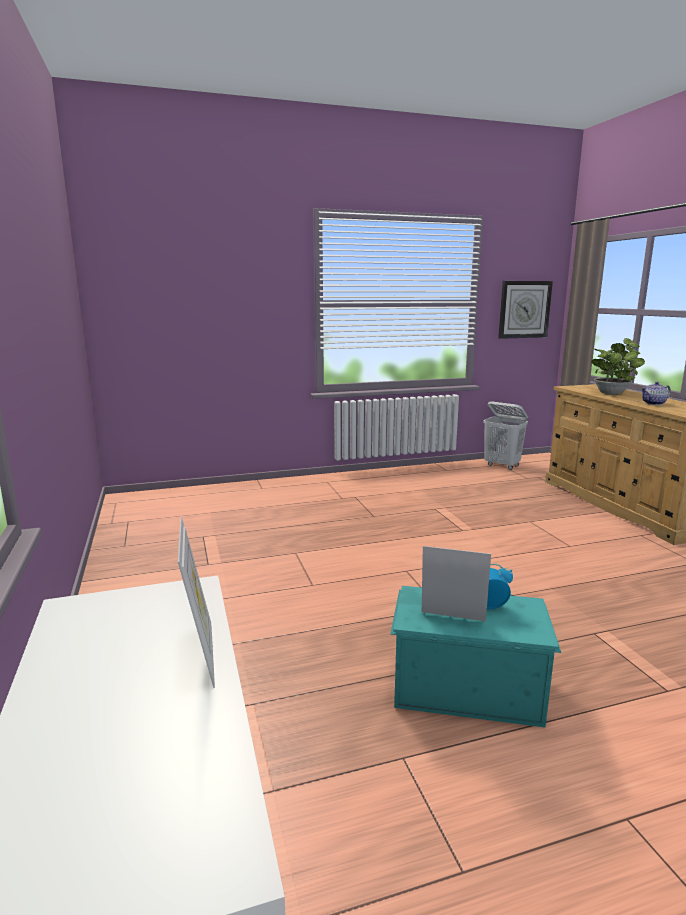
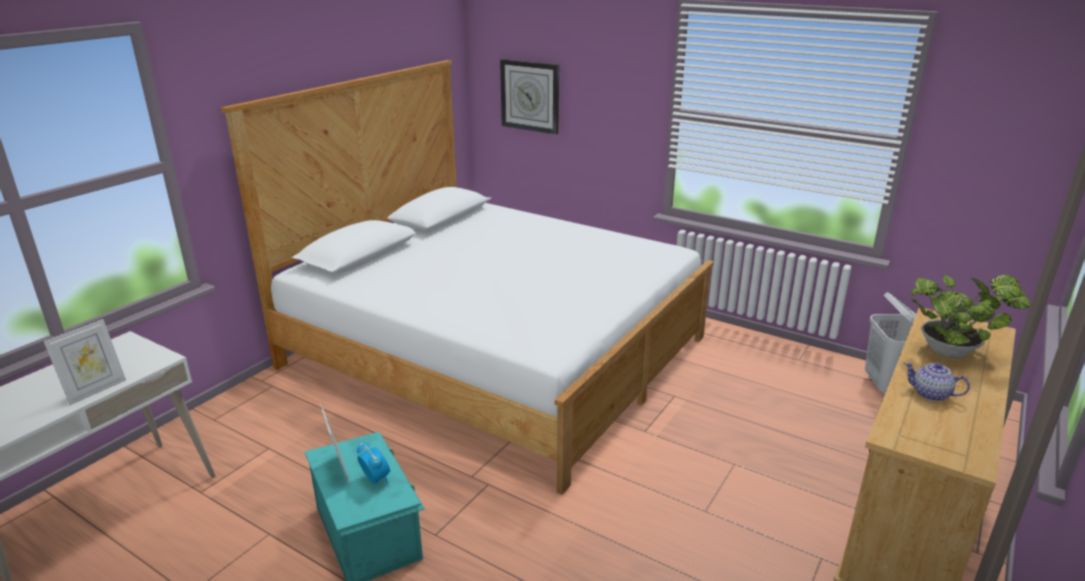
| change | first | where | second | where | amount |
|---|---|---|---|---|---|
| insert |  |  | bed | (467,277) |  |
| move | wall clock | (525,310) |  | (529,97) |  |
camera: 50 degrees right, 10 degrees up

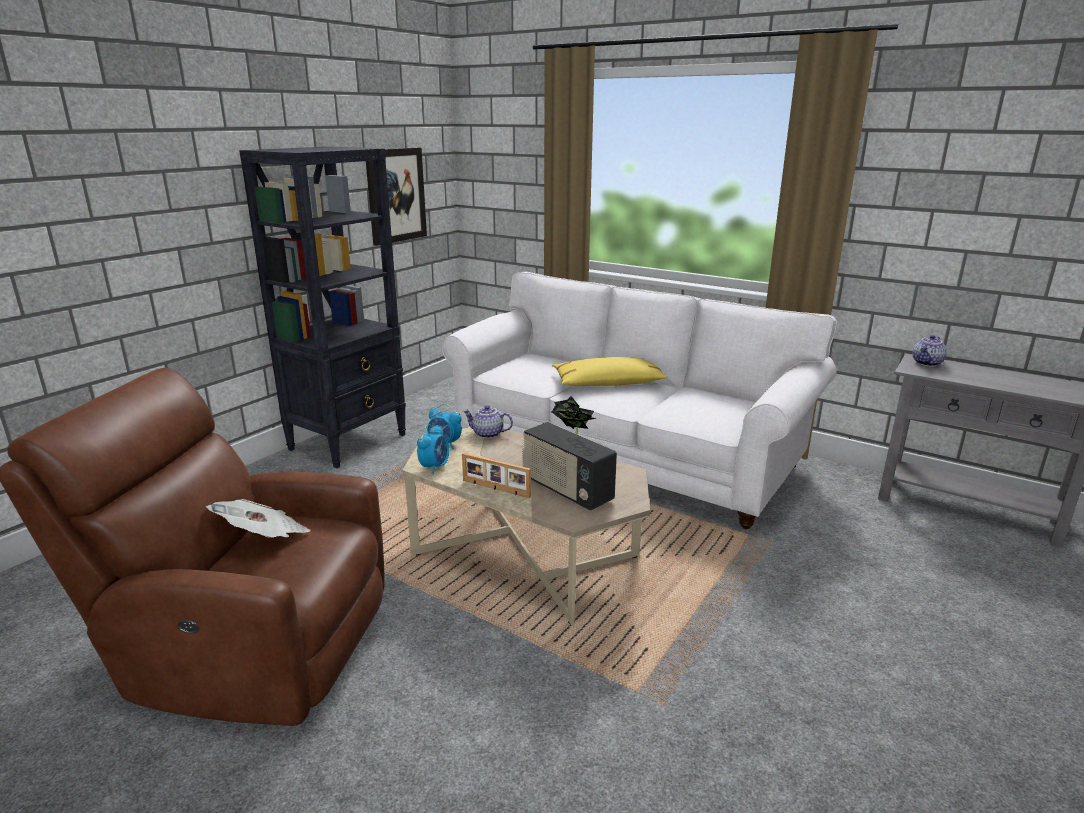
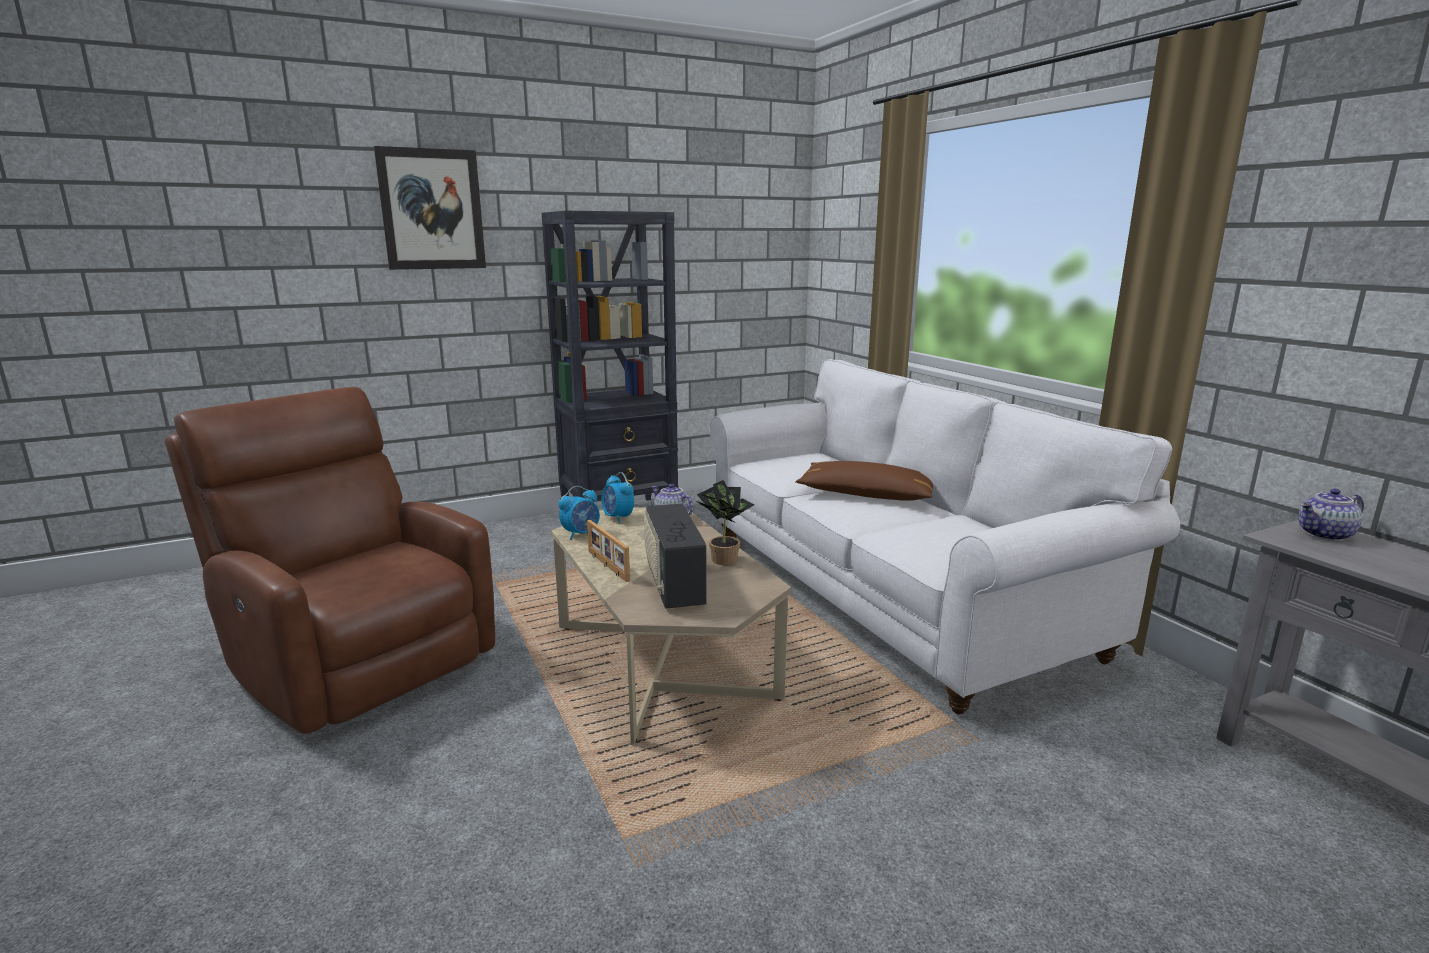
| change | first | where | second | where | amount |
|---|---|---|---|---|---|
| delete | newspaper | (258,518) |  |  |  |
| move | picture | (396,196) |  | (430,208) |  |
| recolor | pillow/yellow | (610,371) | pillow/brown | (864,481) |  |
camera: 30 degrees right, 5 degrees down

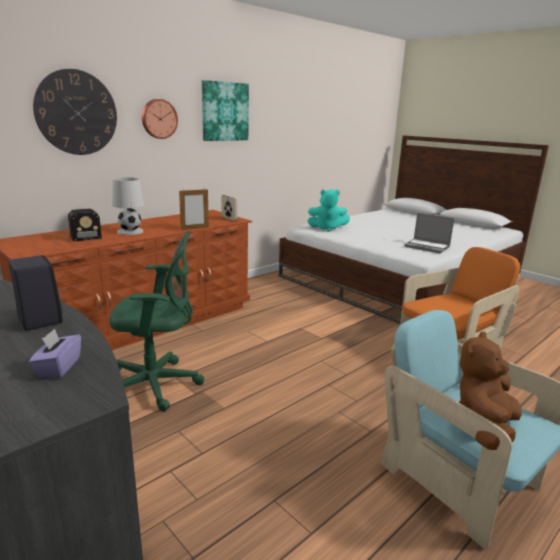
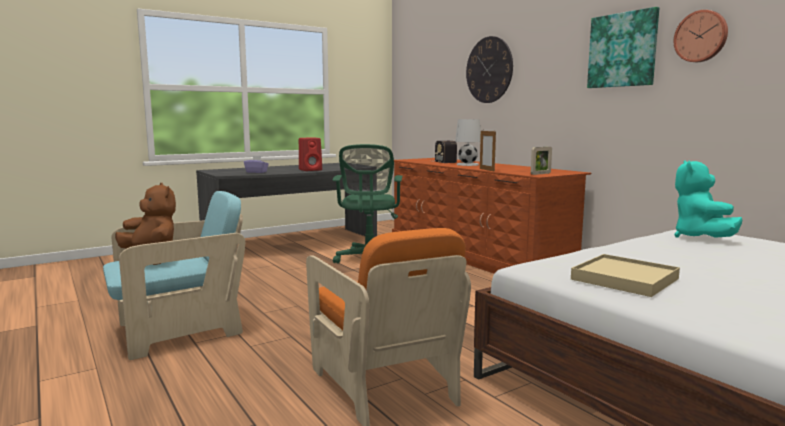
| change | first | where | second | where | amount |
|---|---|---|---|---|---|
| move | wall clock | (160,119) |  | (701,36) |  |
| replace | laptop | (429,233) | tray/beige | (625,275) |  |
| recolor | speaker/black | (35,293) | speaker/red | (310,154) |  |
camera: 100 degrees right, 10 degrees down

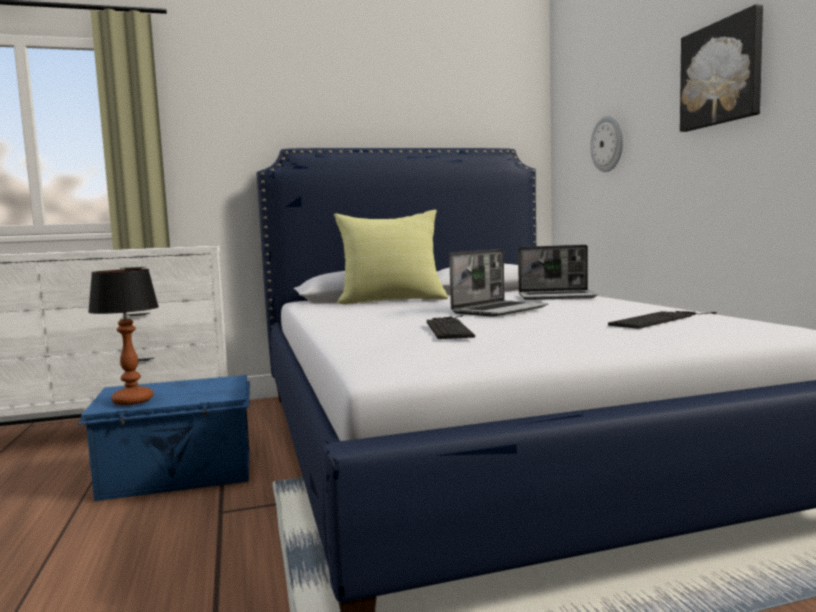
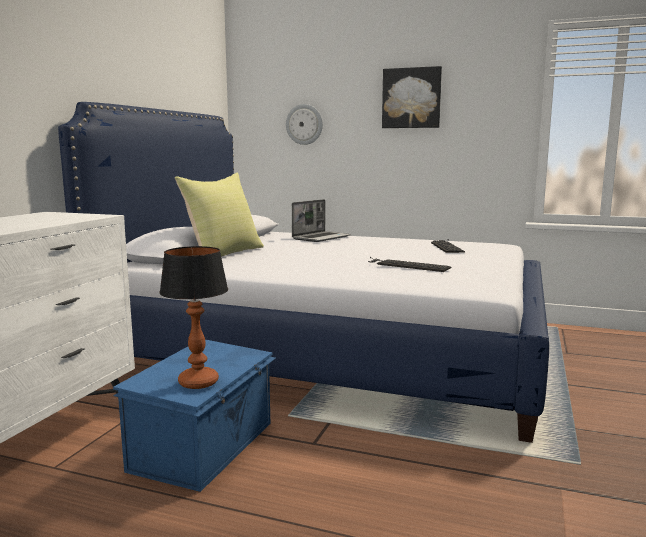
| change | first | where | second | where | amount |
|---|---|---|---|---|---|
| delete | laptop | (498,283) |  |  |  |
camera: 55 degrees left, 5 degrees up

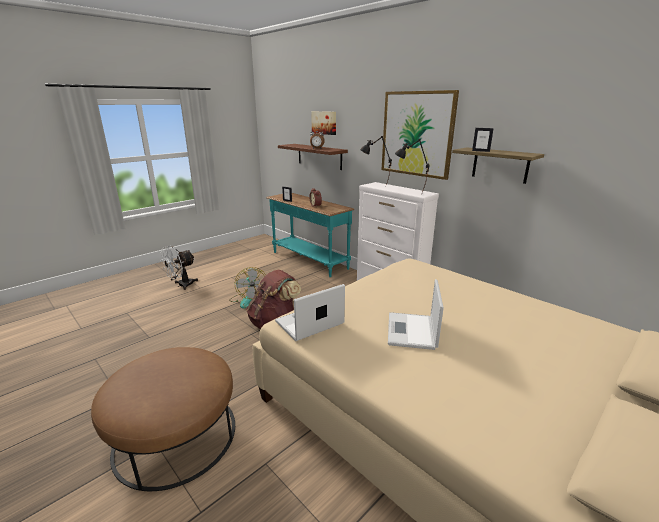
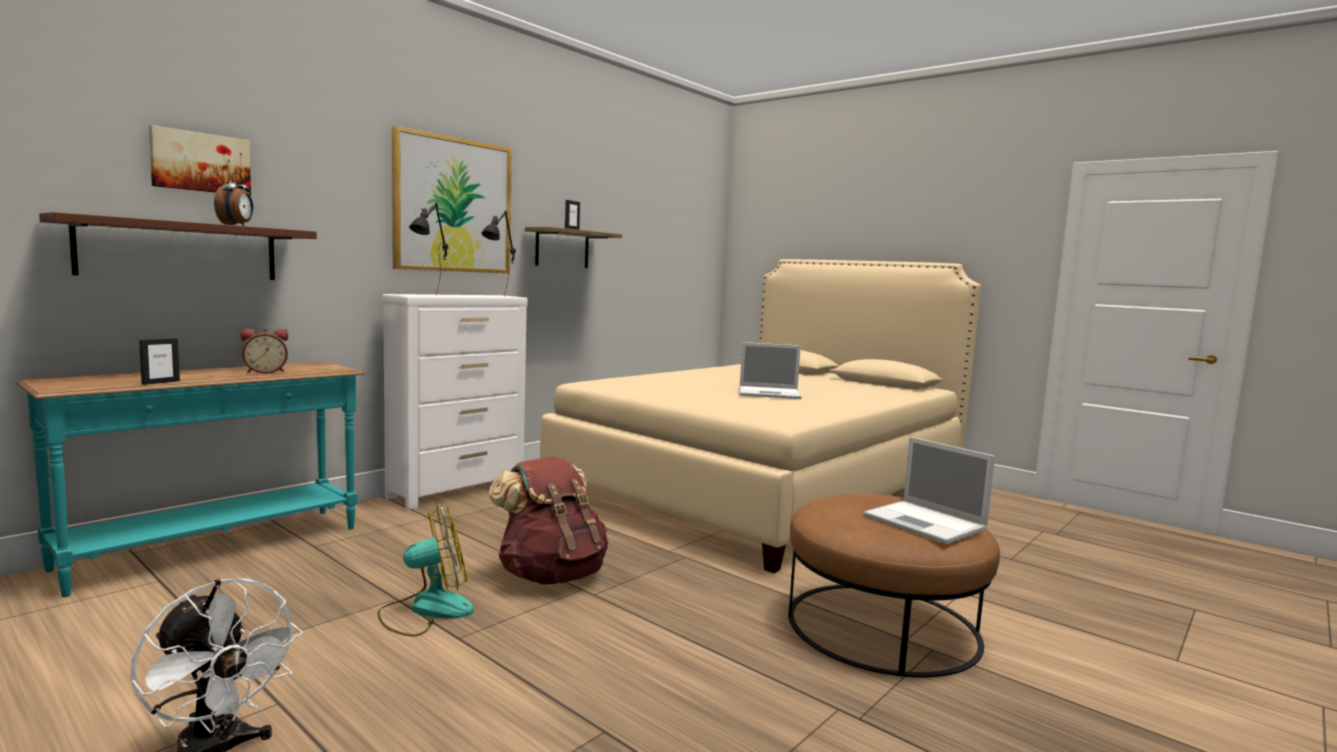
| change | first | where | second | where | amount |
|---|---|---|---|---|---|
| move | laptop | (310,312) |  | (929,490) |  |
camera: 95 degrees left, 15 degrees down

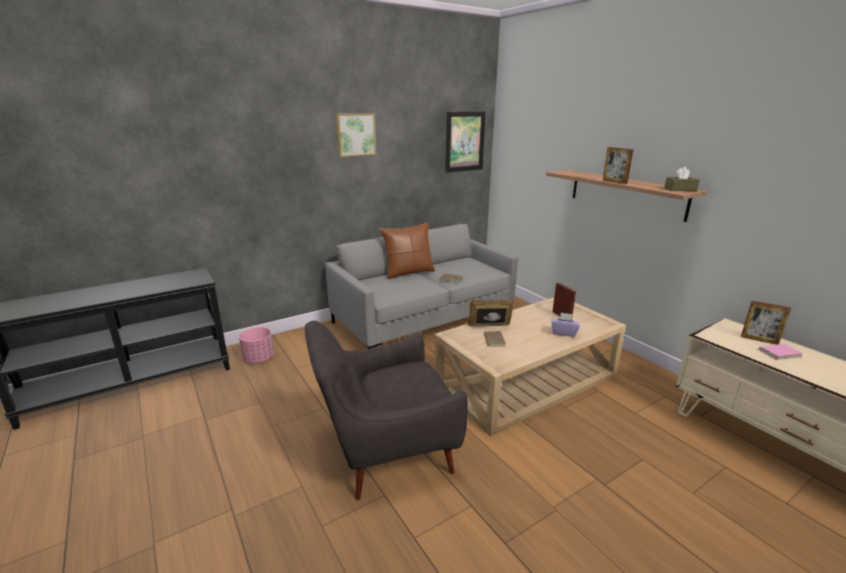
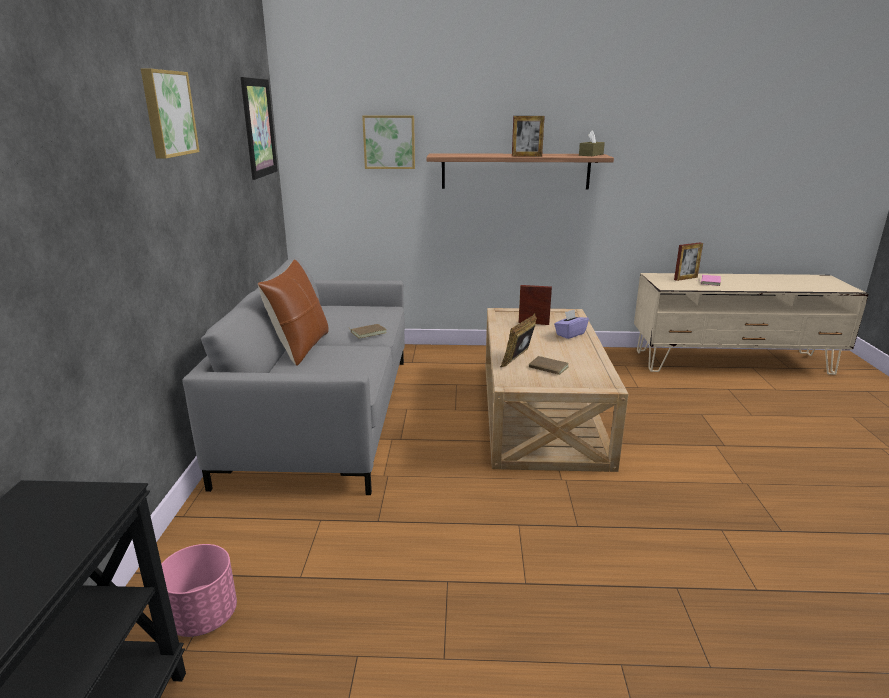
| change | first | where | second | where | amount |
|---|---|---|---|---|---|
| delete | armchair/grey | (386,410) |  |  |  |
| insert |  |  | picture | (388,142) |  |
camera: 55 degrees left, 0 degrees up

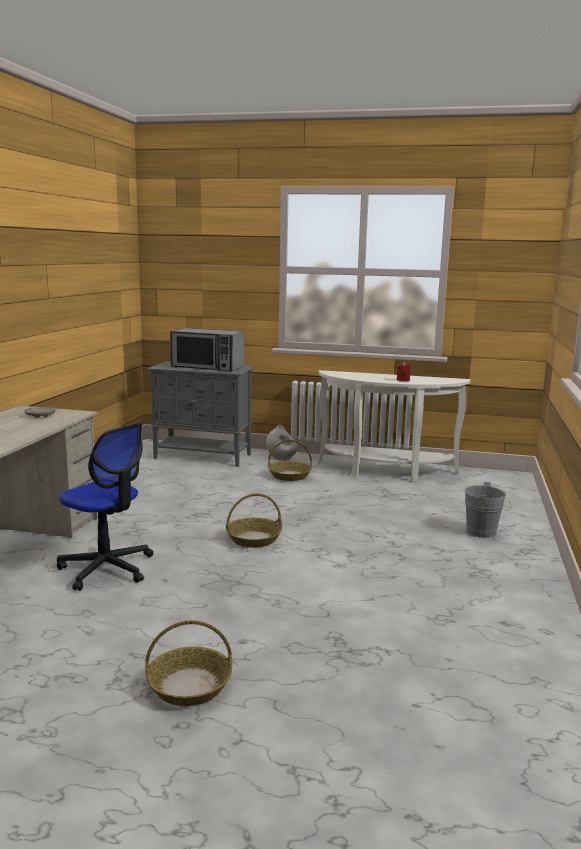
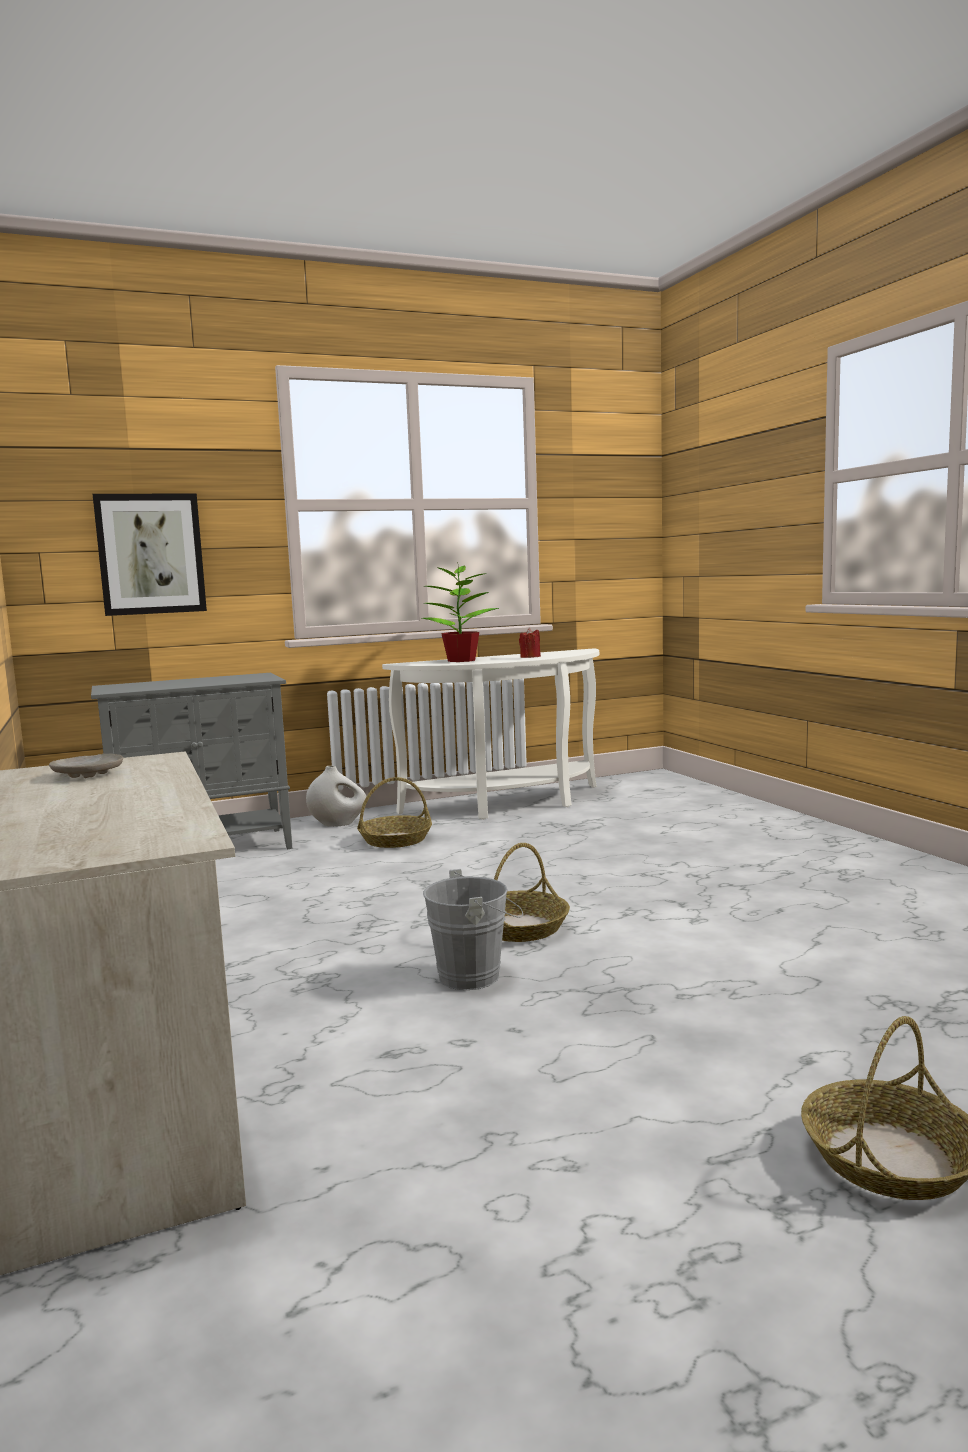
| change | first | where | second | where | amount |
|---|---|---|---|---|---|
| delete | office chair | (105,507) |  |  |  |
| delete | microwave | (207,350) |  |  |  |
| insert |  |  | picture | (150,554) |  |
| insert |  |  | potted plant | (460,612) |  |
| move | bucket/grey | (488,510) |  | (473,929) |  |
camera: 35 degrees left, 5 degrees down

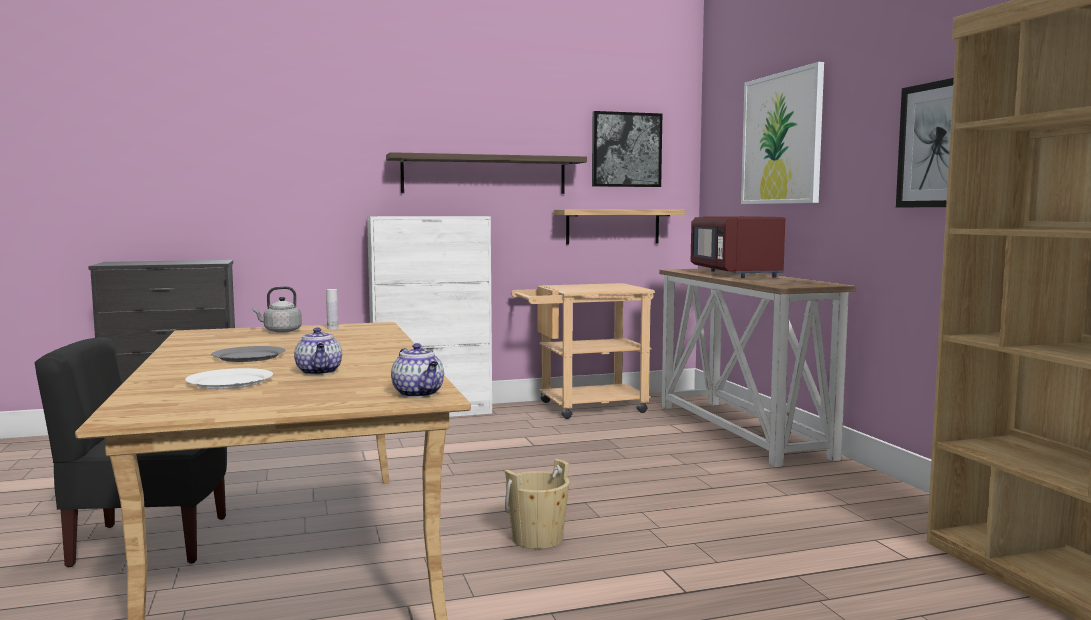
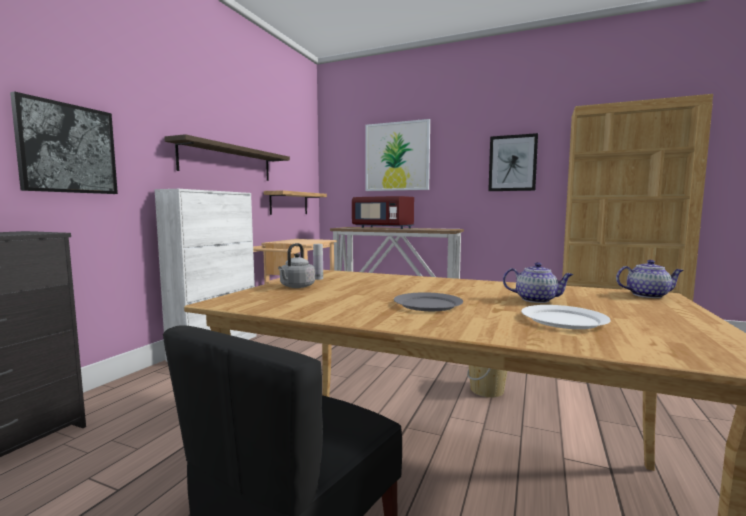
| change | first | where | second | where | amount |
|---|---|---|---|---|---|
| move | picture | (627,149) |  | (64,142) |  |
camera: 50 degrees left, 0 degrees up

